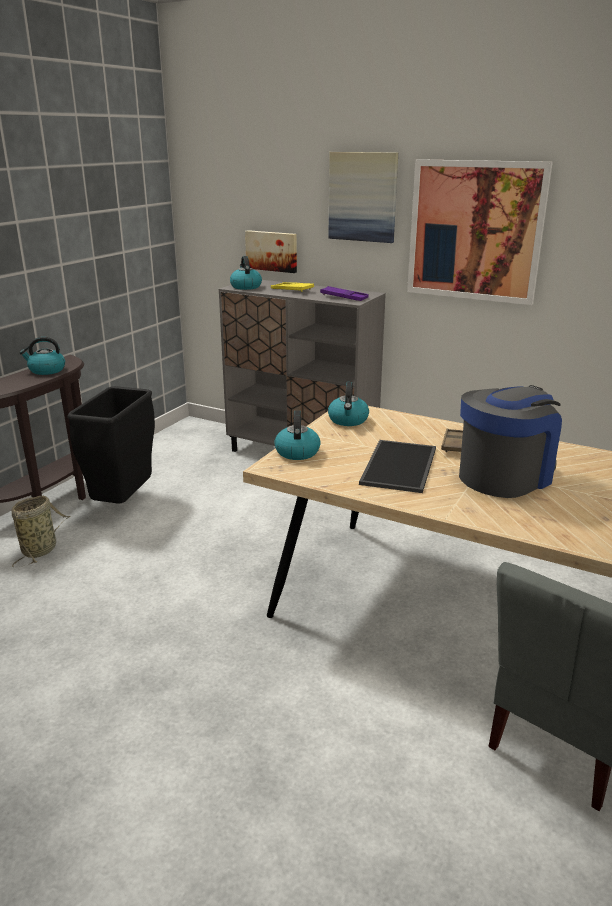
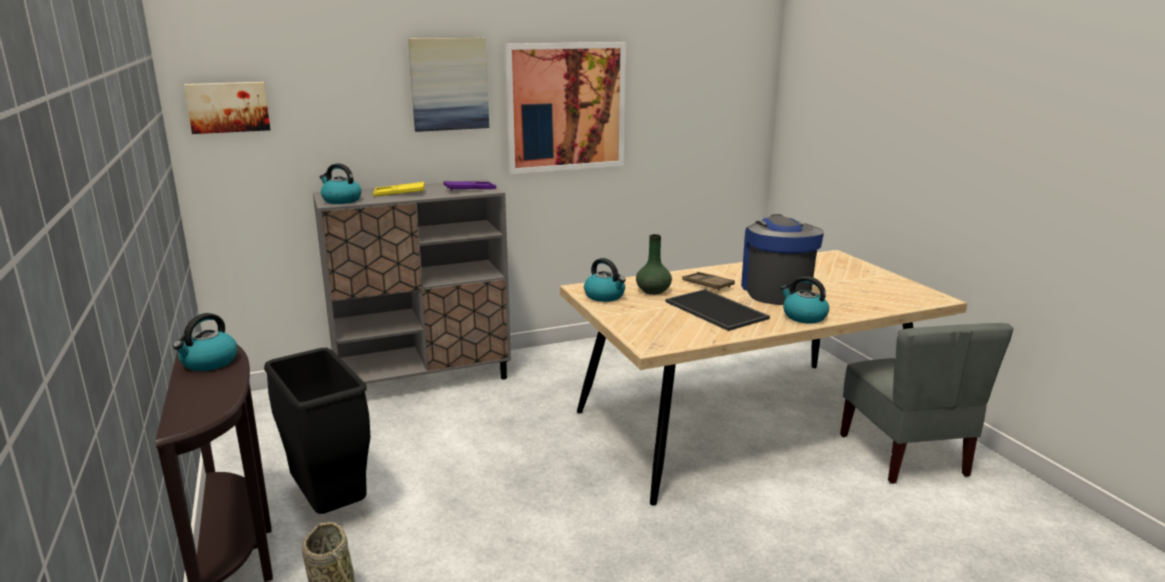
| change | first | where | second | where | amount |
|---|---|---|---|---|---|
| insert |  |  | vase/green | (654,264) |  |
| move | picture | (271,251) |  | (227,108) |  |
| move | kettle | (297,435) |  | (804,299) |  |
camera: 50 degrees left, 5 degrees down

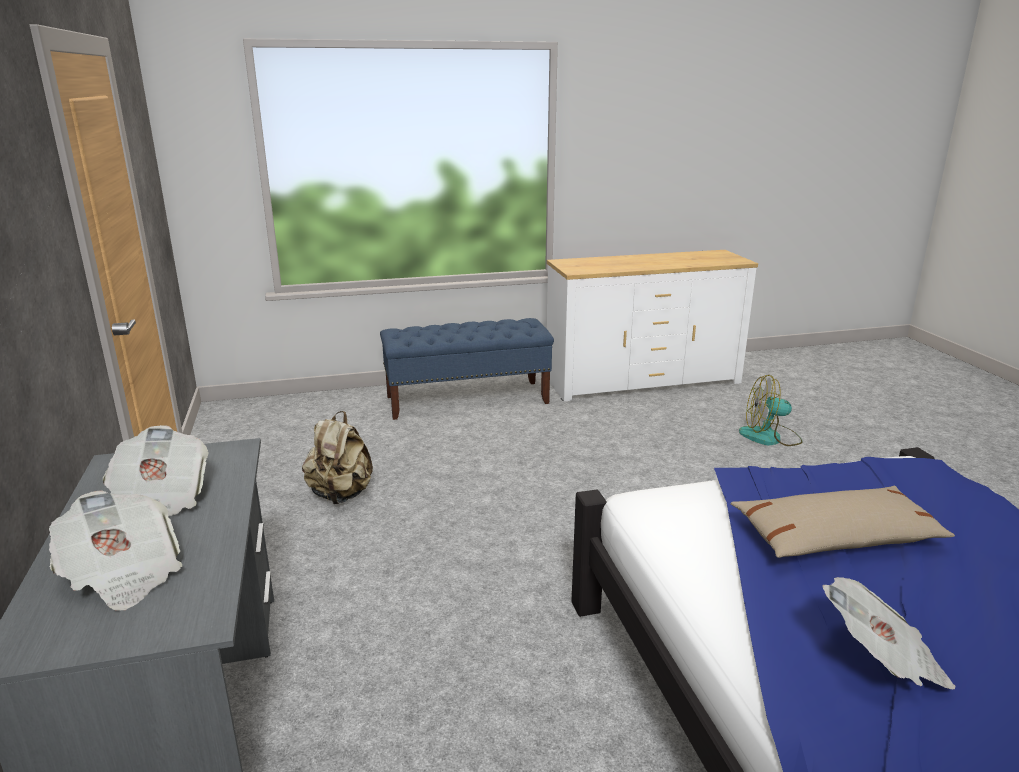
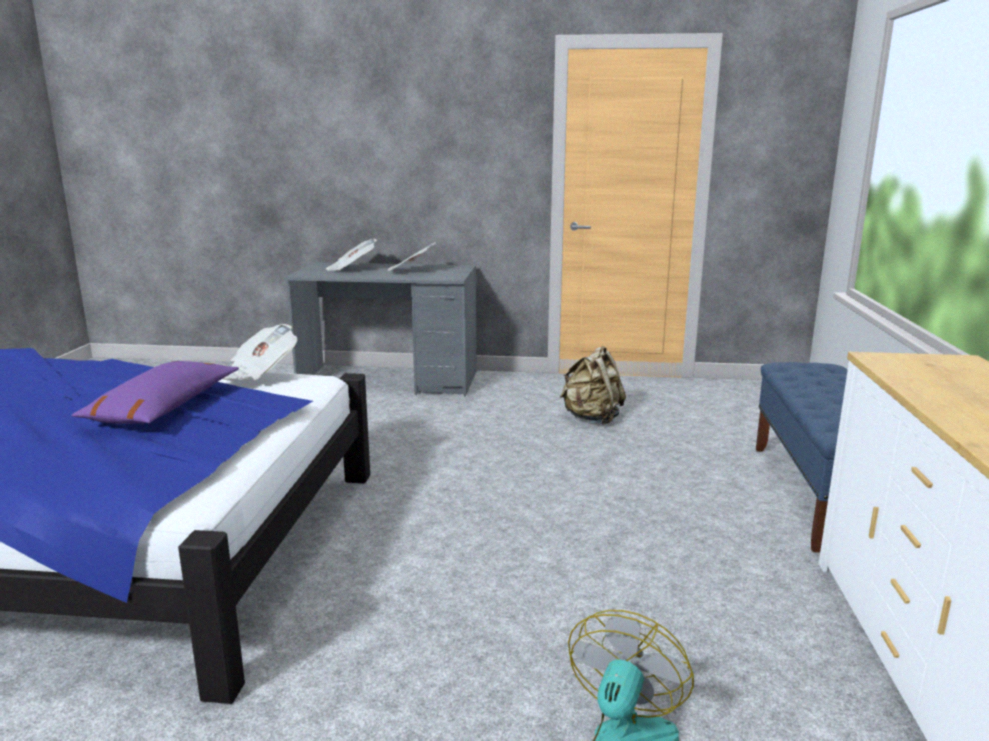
| change | first | where | second | where | amount |
|---|---|---|---|---|---|
| move | newspaper | (888,633) |  | (260,352) |  |
| recolor | pillow/beige | (843,522) | pillow/purple | (155,392) |  |
camera: 110 degrees right, 5 degrees down

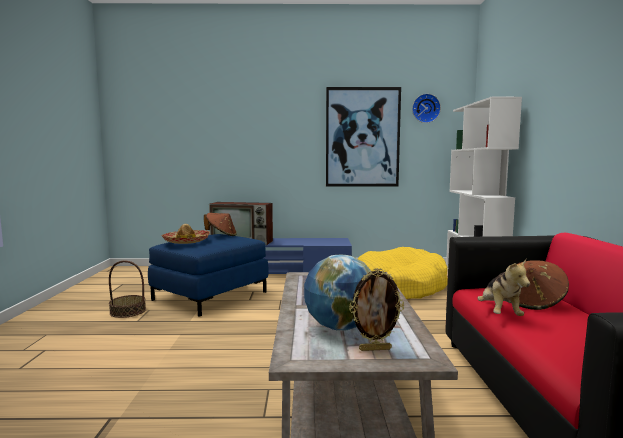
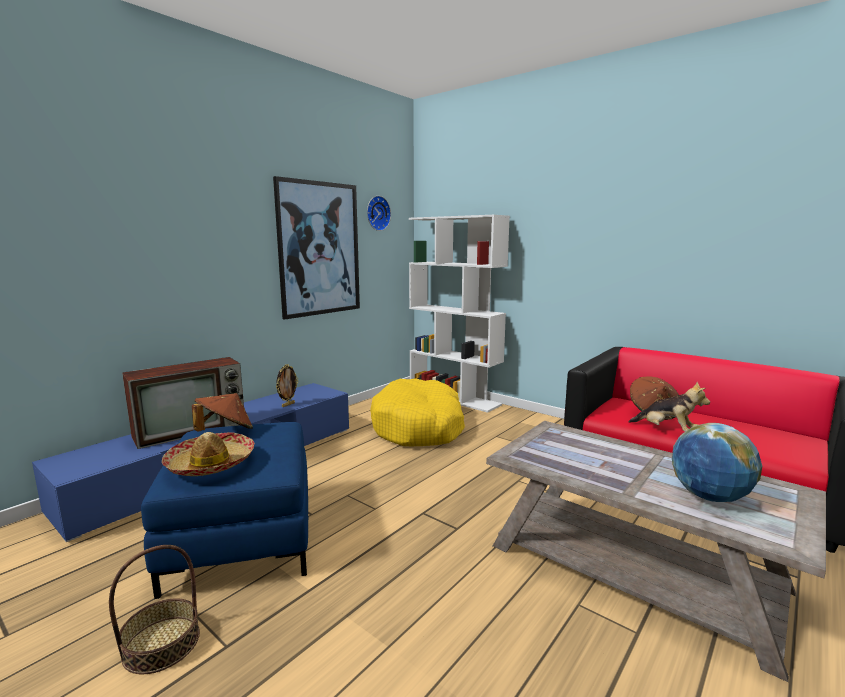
| change | first | where | second | where | amount |
|---|---|---|---|---|---|
| move | picture frame | (376,309) |  | (287,385) |  |
camera: 50 degrees left, 5 degrees up

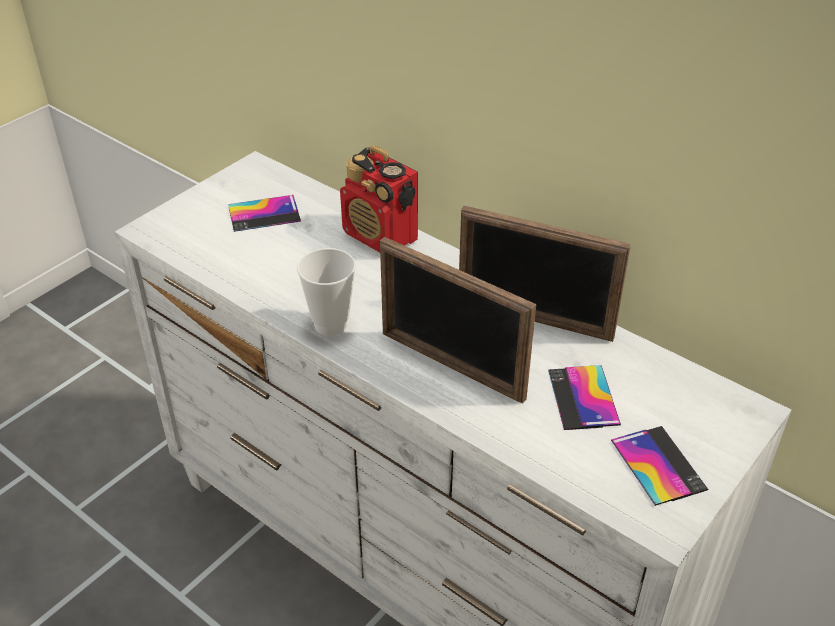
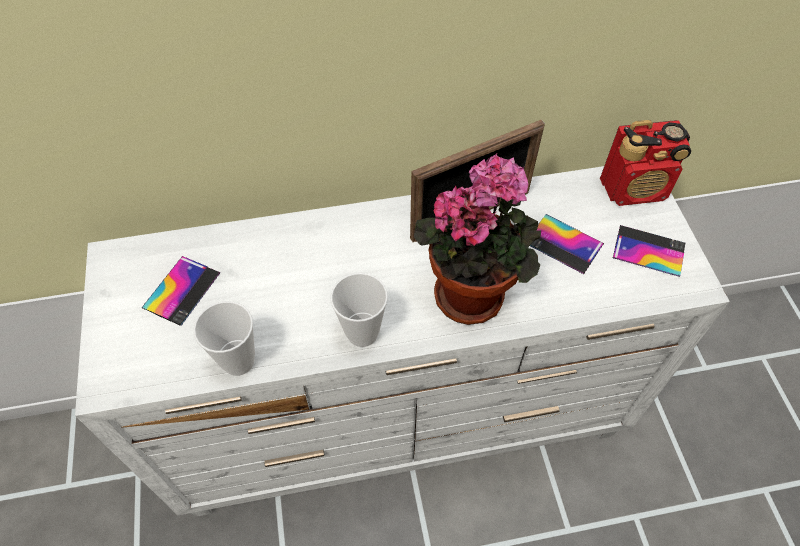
| change | first | where | second | where | amount |
|---|---|---|---|---|---|
| insert |  |  | cup | (224,338) |  |
| move | radio | (379,199) |  | (645,163) |  |
| replace | picture frame | (458,320) | potted plant | (477,239) |  |
camera: 50 degrees left, 15 degrees up

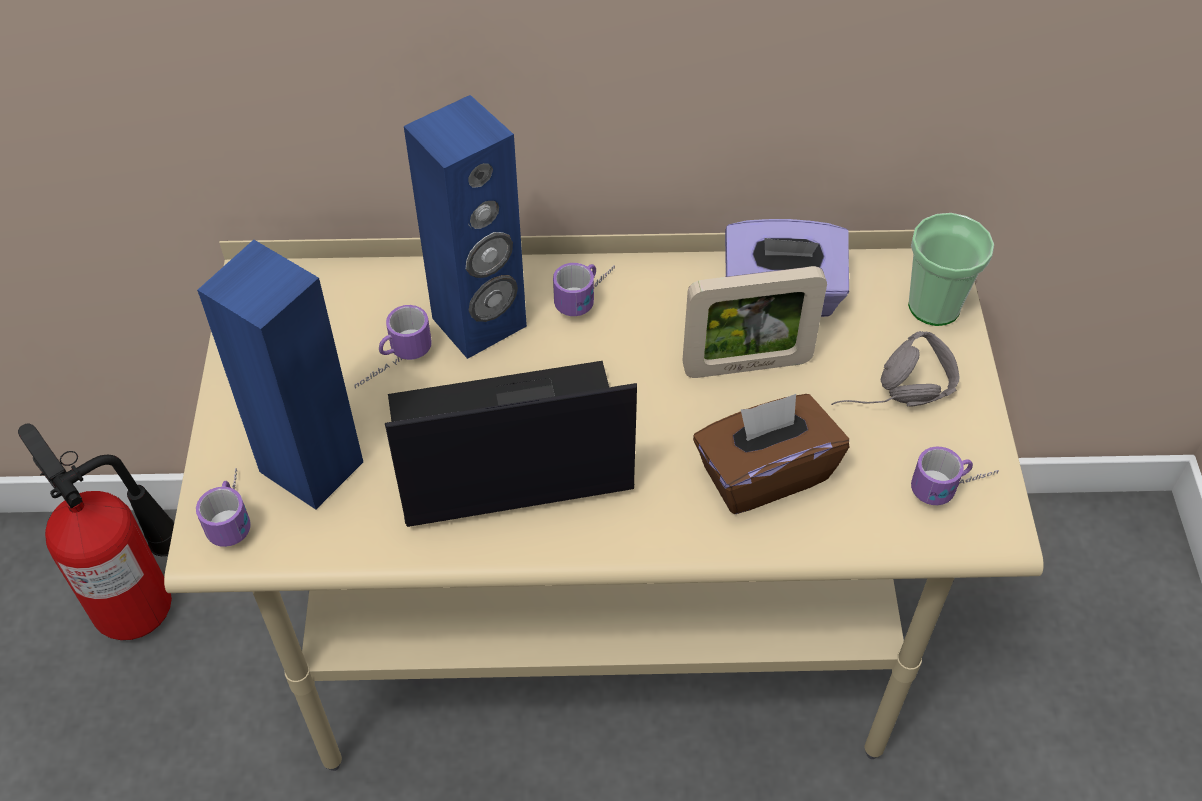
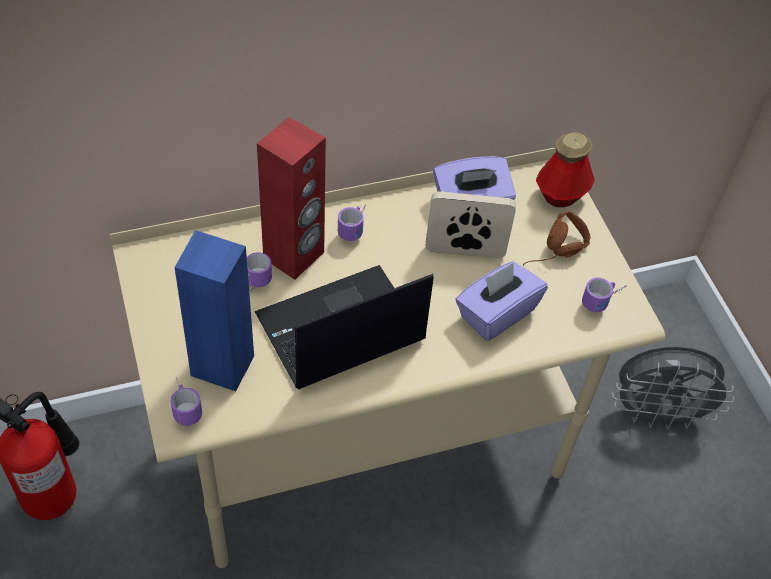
| change | first | where | second | where | amount |
|---|---|---|---|---|---|
| insert |  |  | fan/grey | (673,388) |  |
| replace | cup | (951,269) | bottle | (565,170) |  |
| recolor | speaker/blue | (465,227) | speaker/red | (291,198) |  |
| recolor | tissue box/brown | (771,454) | tissue box/purple | (501,301) |  |
| recolor | headphones/grey | (895,368) | headphones/brown | (557,239) |  |
| rotate | picture frame | (754,322) |  | (471,225) | 150 degrees counterclockwise |
camera: 20 degrees left, 0 degrees up

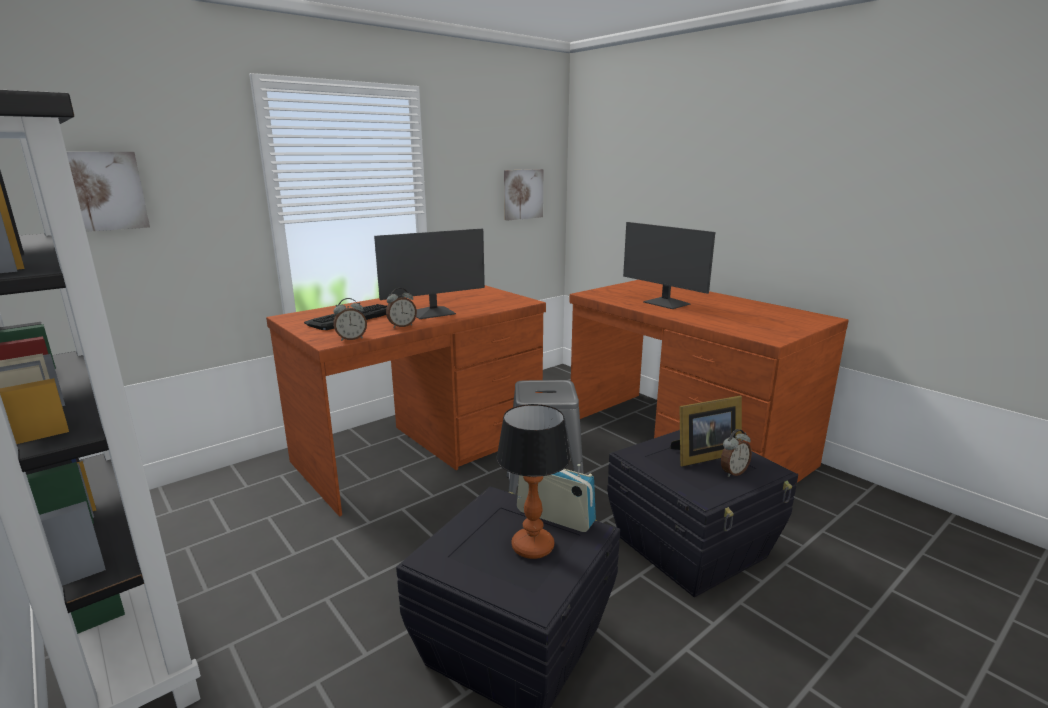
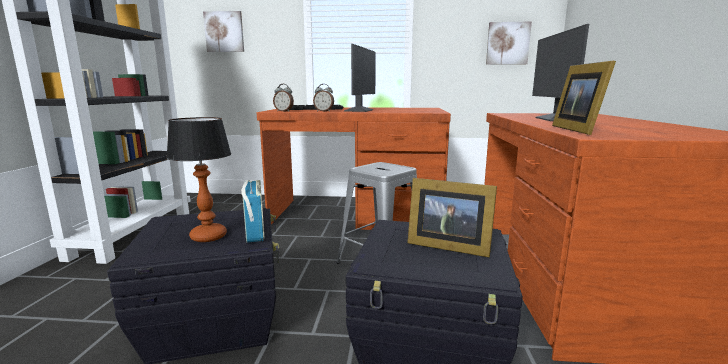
| change | first | where | second | where | amount |
|---|---|---|---|---|---|
| delete | alarm clock | (736,453) |  |  |  |
| insert |  |  | picture frame | (584,98) |  |
| rotate | monitor | (429,274) |  | (360,78) | 90 degrees counterclockwise |
camera: 45 degrees right, 5 degrees down

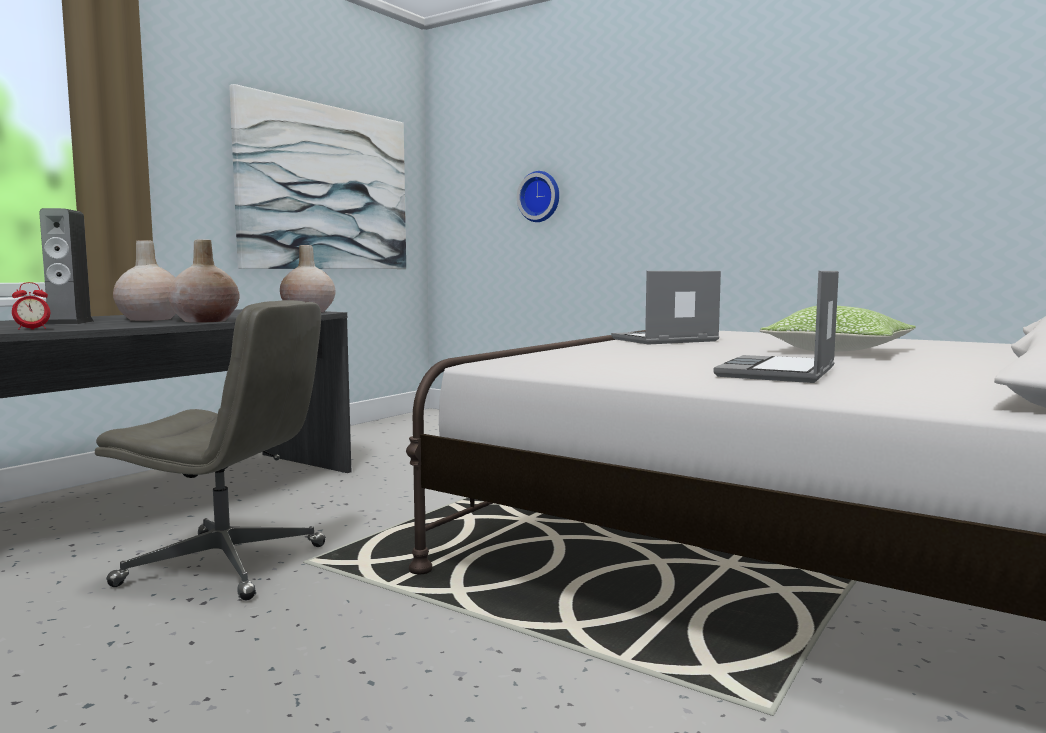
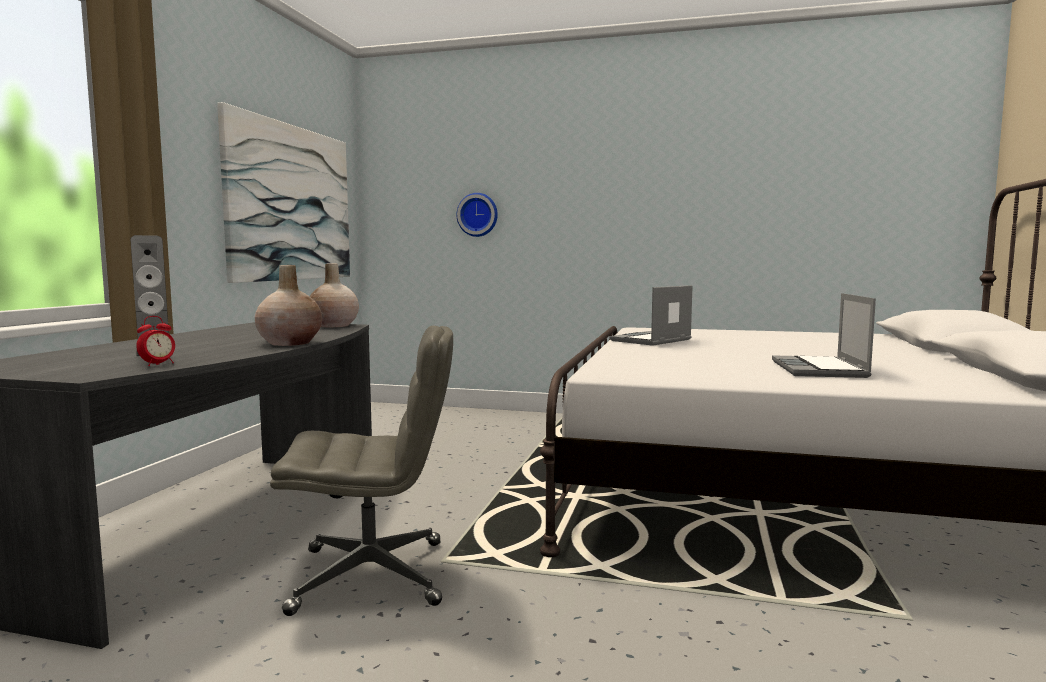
| change | first | where | second | where | amount |
|---|---|---|---|---|---|
| delete | vase/beige | (144,280) |  |  |  |
| delete | pillow | (838,329) |  |  |  |
camera: 20 degrees left, 0 degrees up

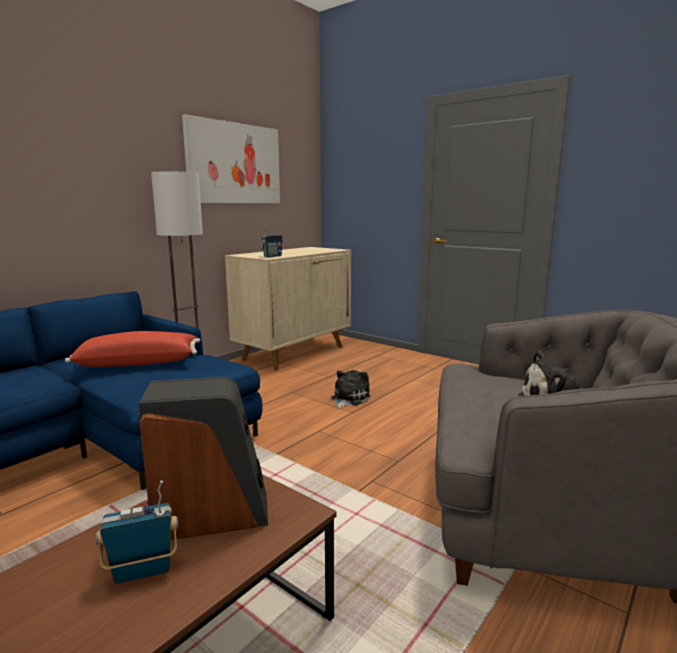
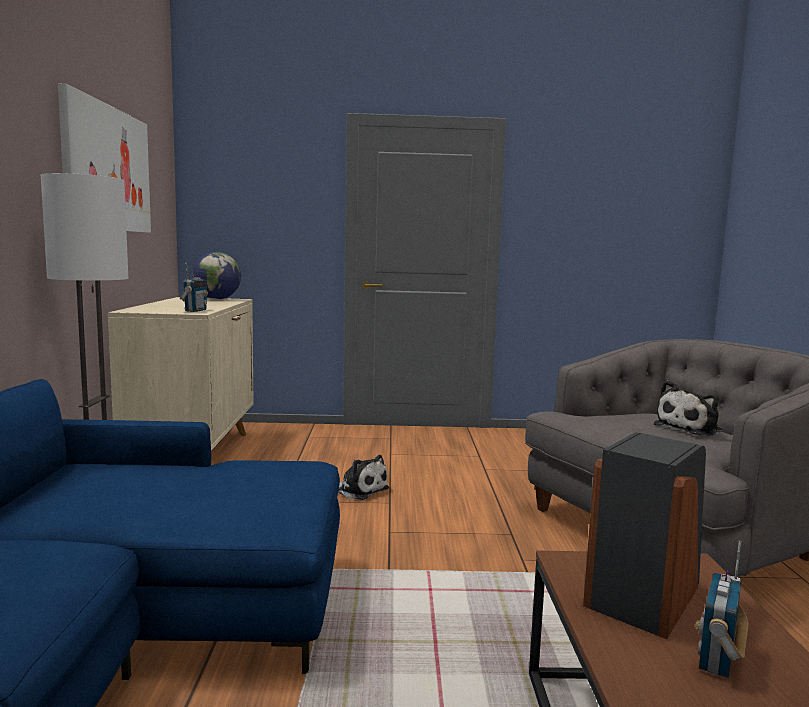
| change | first | where | second | where | amount |
|---|---|---|---|---|---|
| delete | pillow/red | (132,349) |  |  |  |
| insert |  |  | globe | (216,275) |  |
| rotate | plush toy | (351,389) |  | (363,477) | 135 degrees clockwise |
camera: 40 degrees left, 5 degrees down

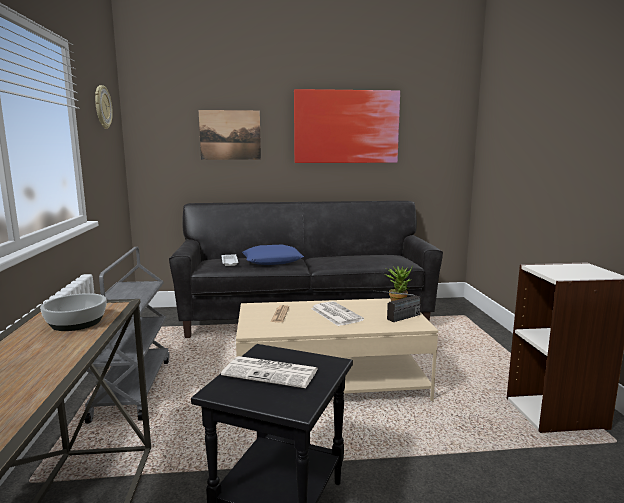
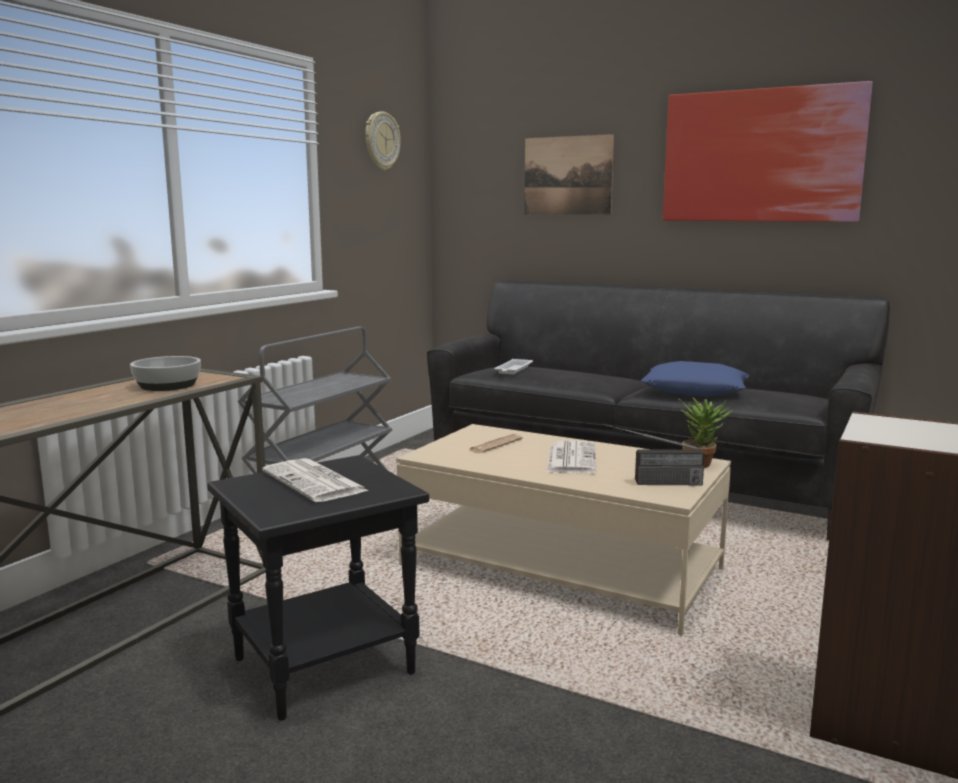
| change | first | where | second | where | amount |
|---|---|---|---|---|---|
| move | pillow/blue | (273,255) |  | (695,378) |  |
camera: 35 degrees right, 0 degrees up

